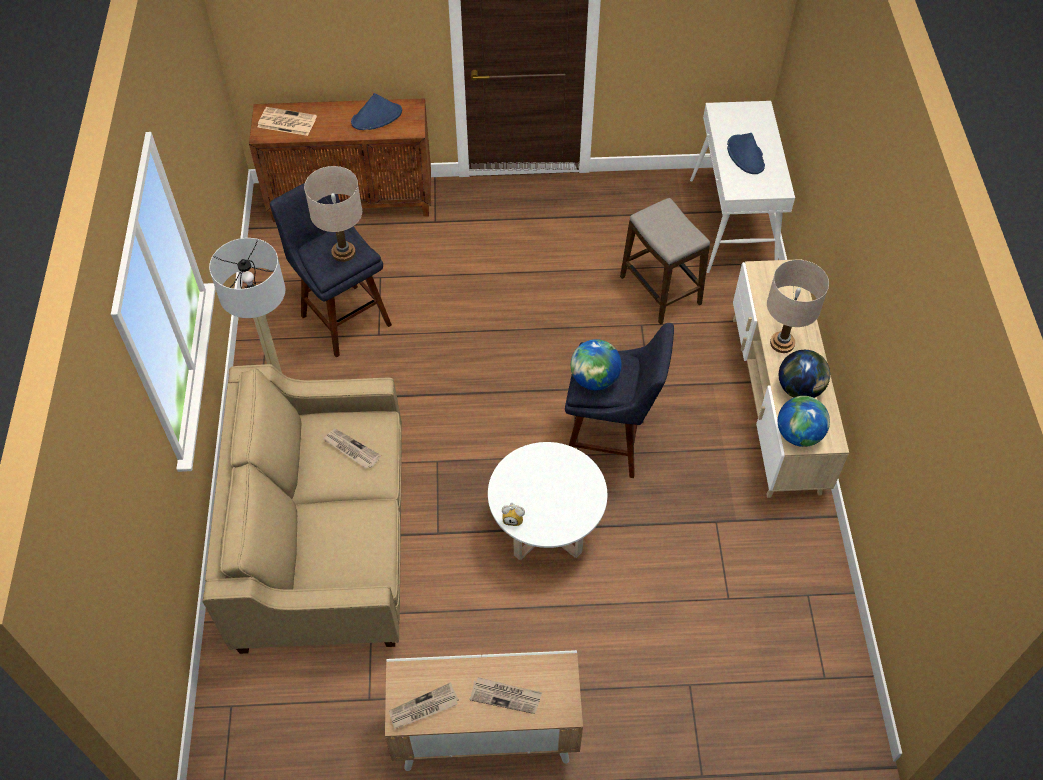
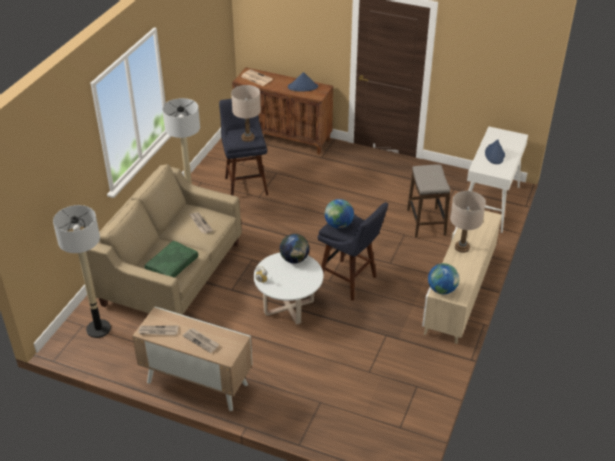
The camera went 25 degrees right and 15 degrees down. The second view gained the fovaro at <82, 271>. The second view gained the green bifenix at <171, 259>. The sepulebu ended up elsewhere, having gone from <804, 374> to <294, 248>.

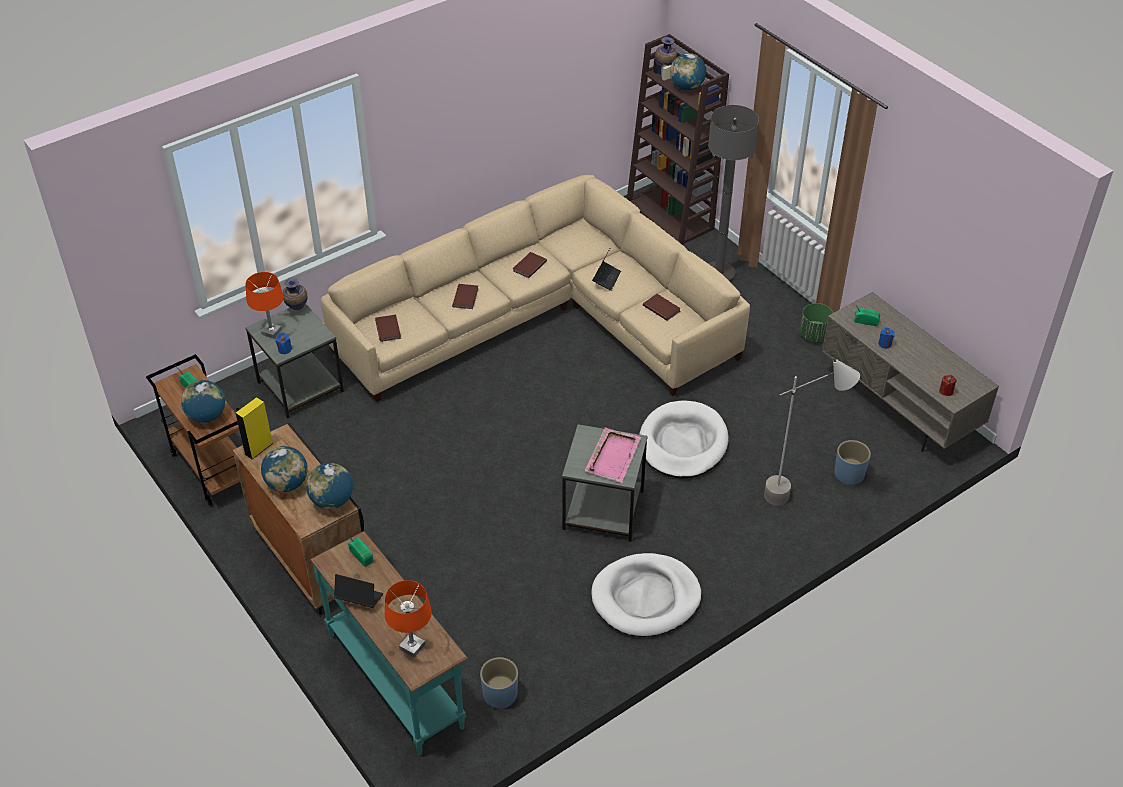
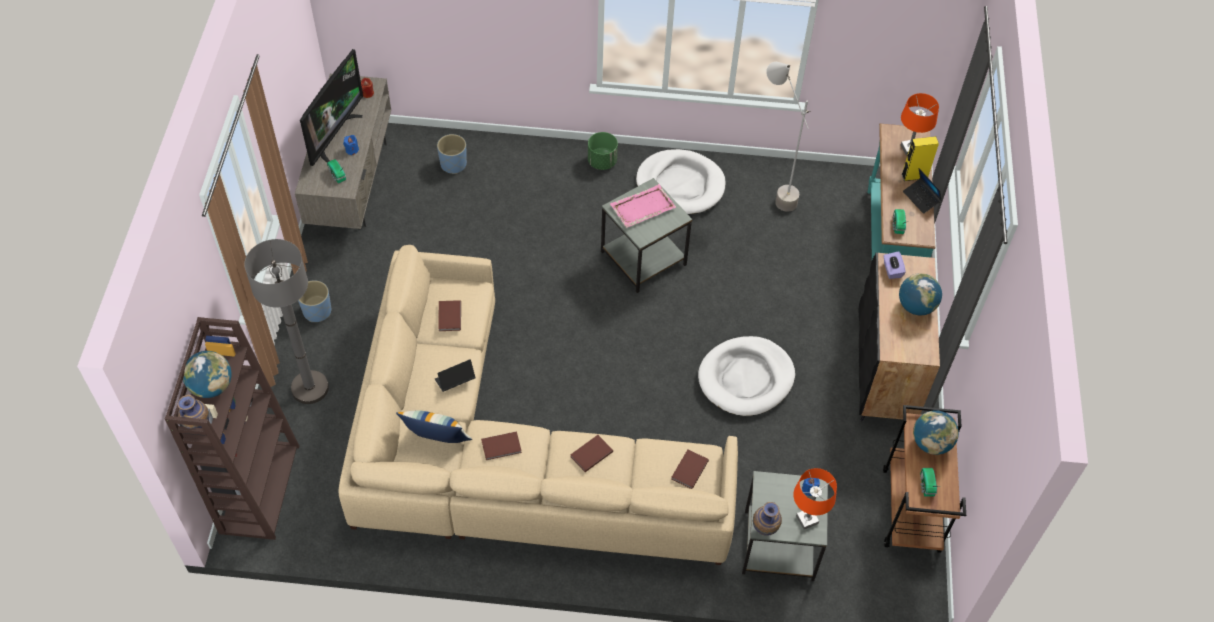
The camera went 140 degrees left and 10 degrees up. The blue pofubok ended up elsewhere, having gone from <499, 683> to <314, 301>. The second view gained the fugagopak at <331, 107>. The second view gained the bifenix at <434, 427>. The green pofubok ended up elsewhere, having gone from <816, 322> to <603, 151>. The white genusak ended up elsewhere, having gone from <684, 439> to <746, 376>. The grey fovaro ended up elsewhere, having gone from <812, 432> to <788, 137>. Where the sepulebu stood at <329, 486>, the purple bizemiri came to stand at <894, 265>. The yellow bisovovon ended up elsewhere, having gone from <254, 428> to <920, 158>.

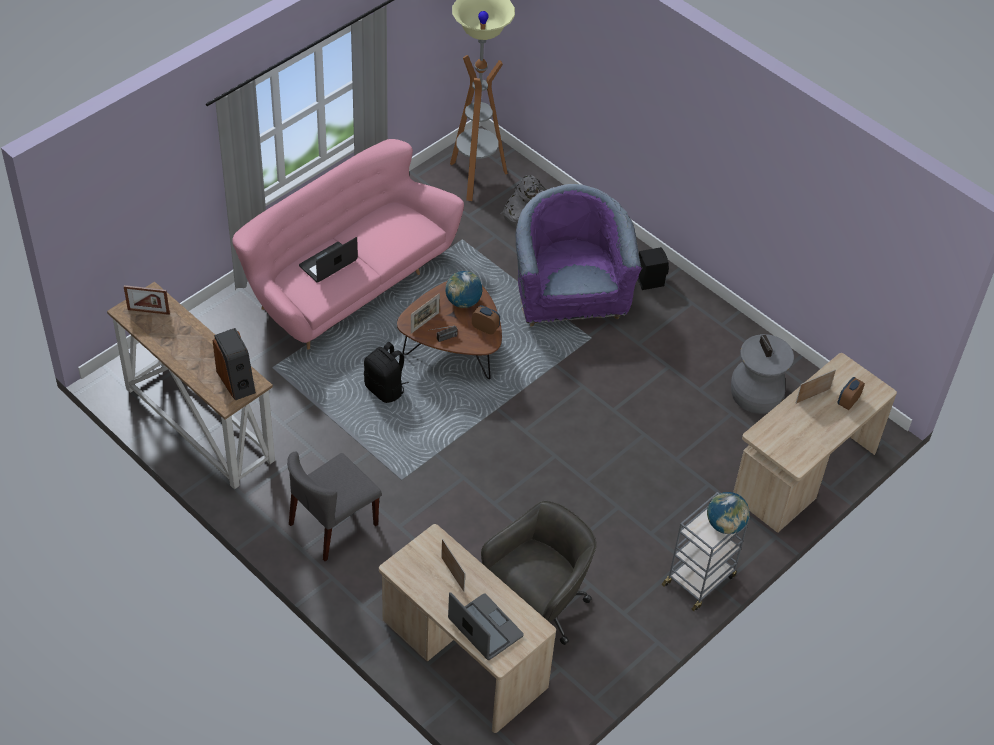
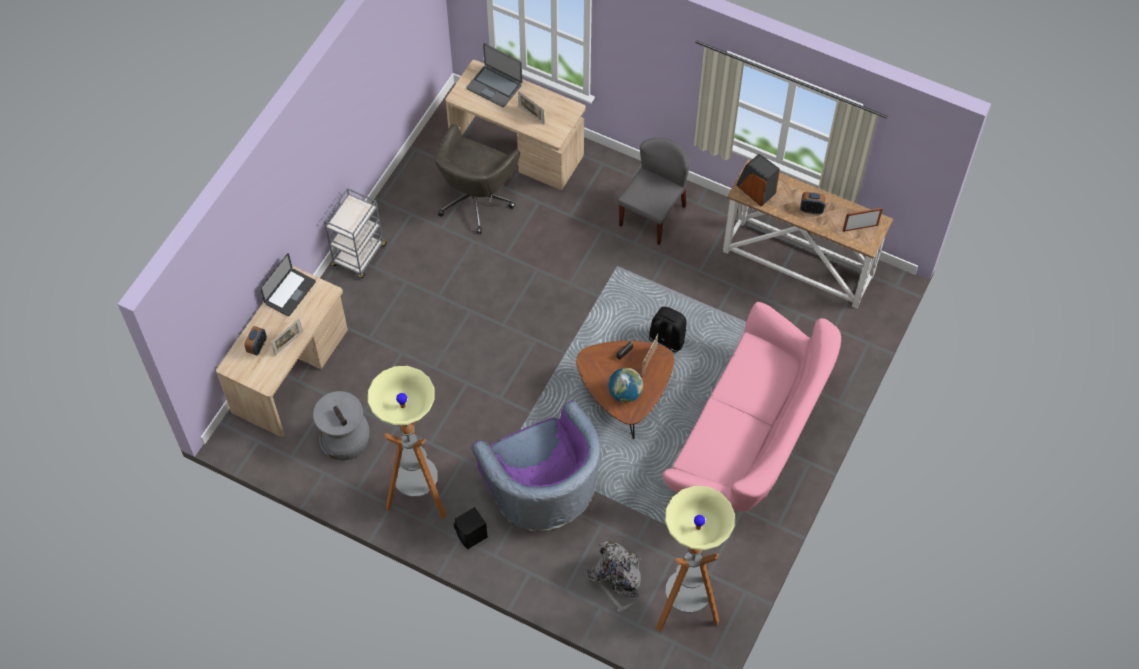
The camera went 165 degrees right and 10 degrees up. The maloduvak ended up elsewhere, having gone from <328, 260> to <288, 284>. The second view gained the fovaro at <407, 442>. The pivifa ended up elsewhere, having gone from <486, 320> to <813, 203>. The second view lost the sepulebu at <728, 513>.

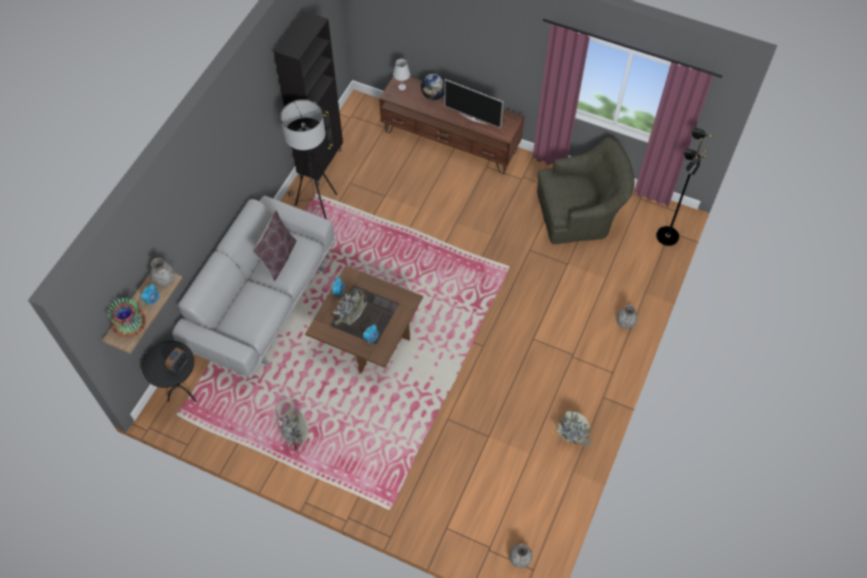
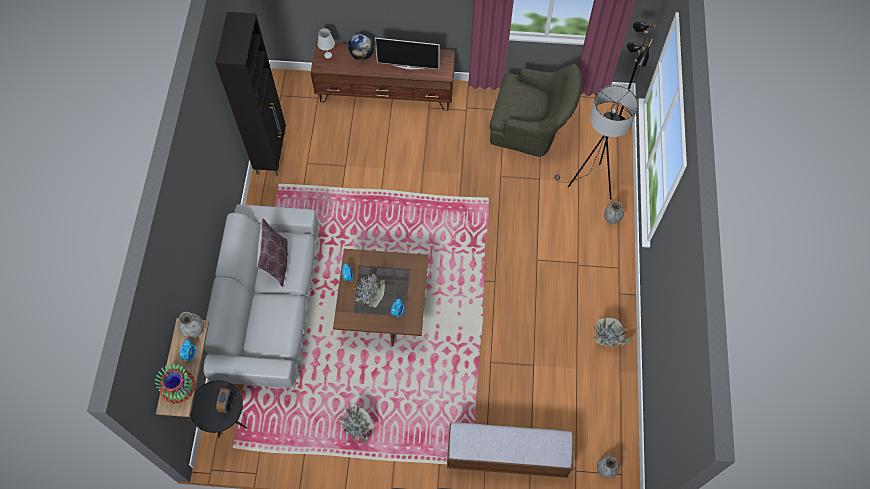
The camera went 20 degrees left and 5 degrees up. The second view gained the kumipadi at <510, 450>. The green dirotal at <586, 190> ended up facing another way, 45 degrees clockwise from before. The grey fovaro ended up elsewhere, having gone from <308, 159> to <596, 142>.

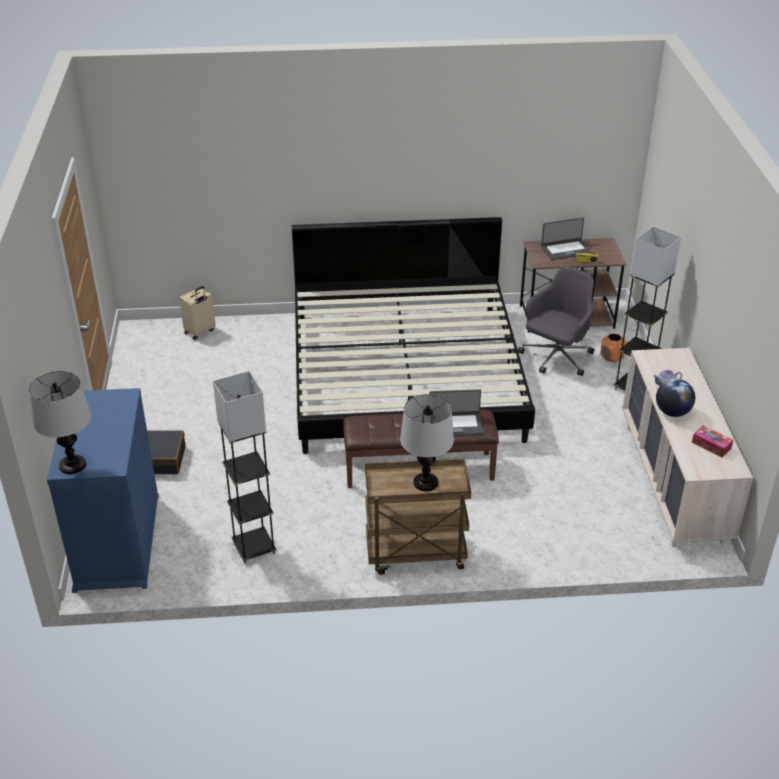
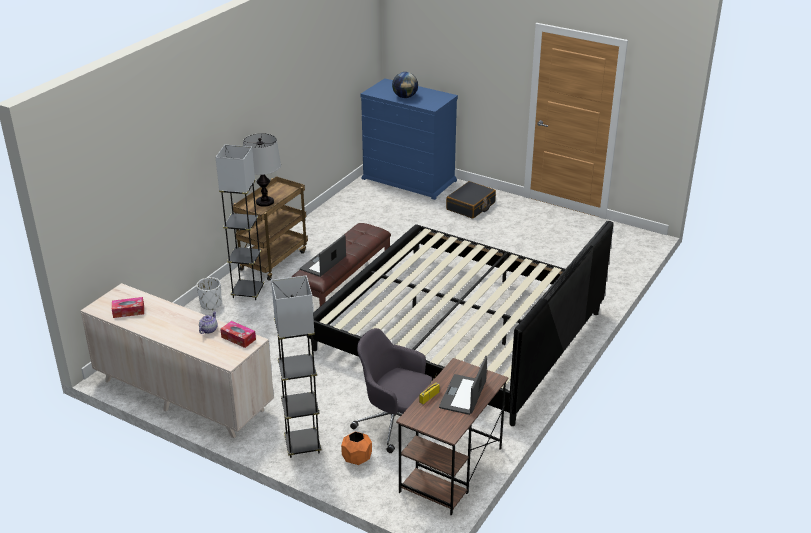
The camera went 125 degrees right and 5 degrees down. The second view gained the white pofubok at <209, 293>. The grey fovaro ended up elsewhere, having gone from <245, 467> to <240, 222>. The second view gained the bizemiri at <238, 334>. The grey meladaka at <556, 321> ended up facing another way, 135 degrees clockwise from before. The sepulebu ended up elsewhere, having gone from <675, 398> to <405, 85>. The second view lost the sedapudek at <60, 422>. The second view lost the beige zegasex at <197, 313>.

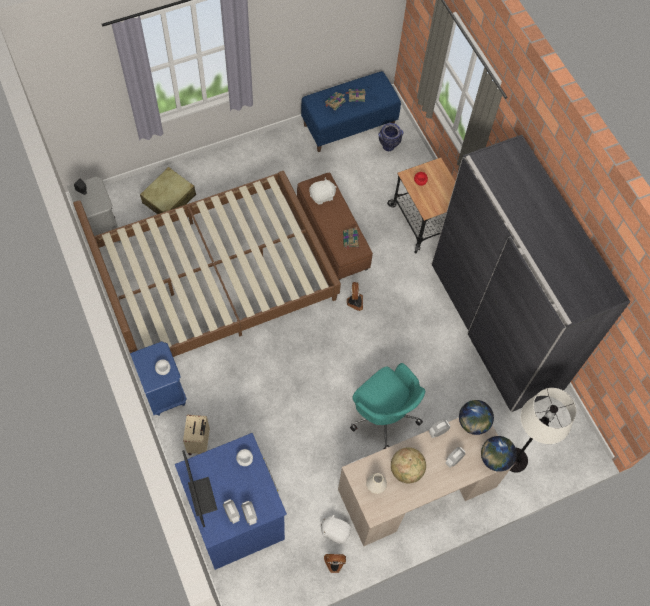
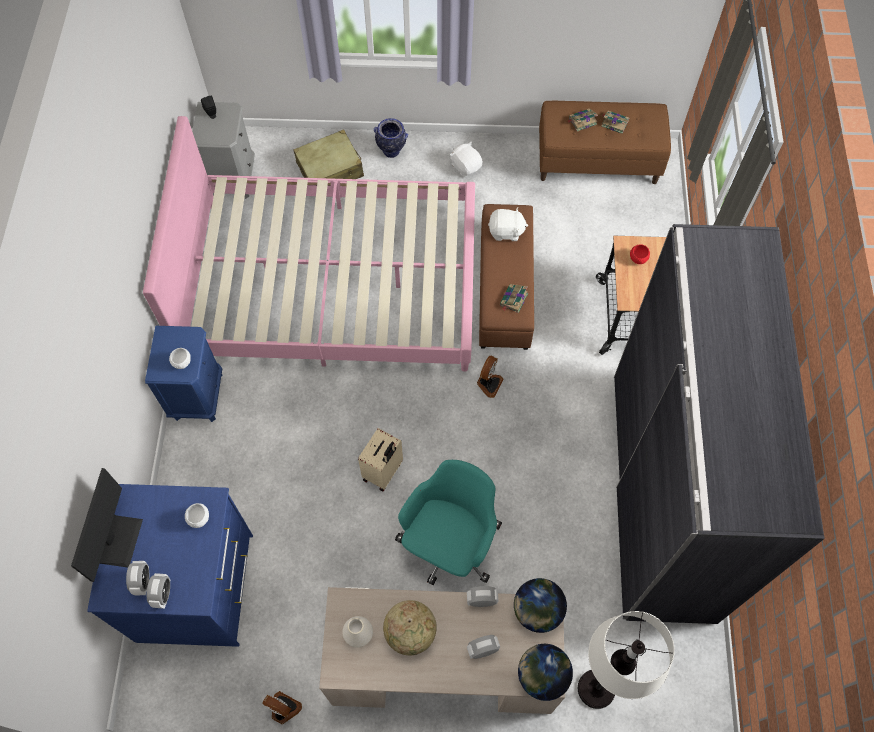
The camera went 30 degrees right and 0 degrees up. What was the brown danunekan at <207, 264> turned into the pink danunekan at <309, 244>. The beige zegasex ended up elsewhere, having gone from <196, 434> to <380, 459>. The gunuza ended up elsewhere, having gone from <391, 137> to <391, 138>. The turquoise meladaka at <387, 406> ended up facing another way, 135 degrees counterclockwise from before. The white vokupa ended up elsewhere, having gone from <335, 528> to <466, 159>. What was the blue kumipadi at <351, 111> turned into the brown kumipadi at <605, 142>.

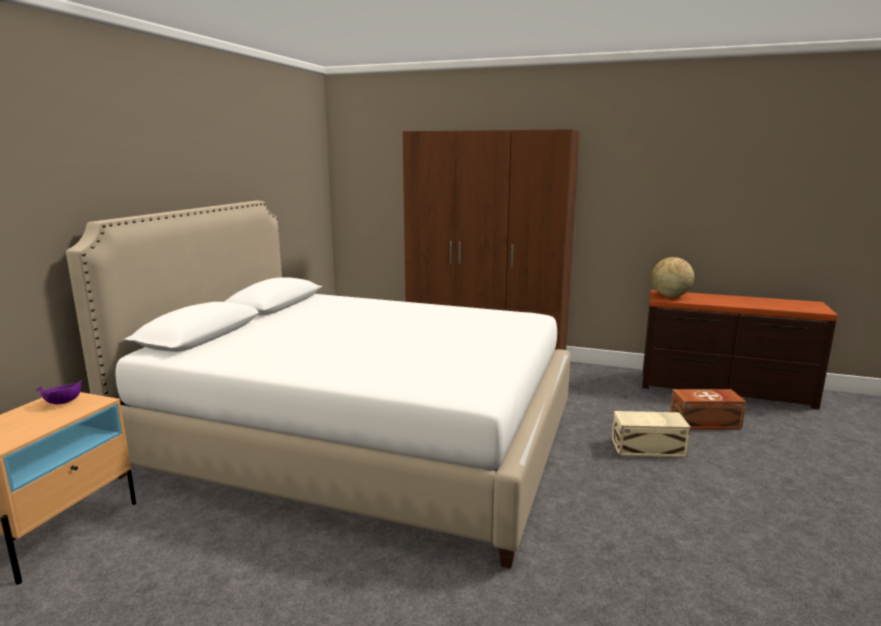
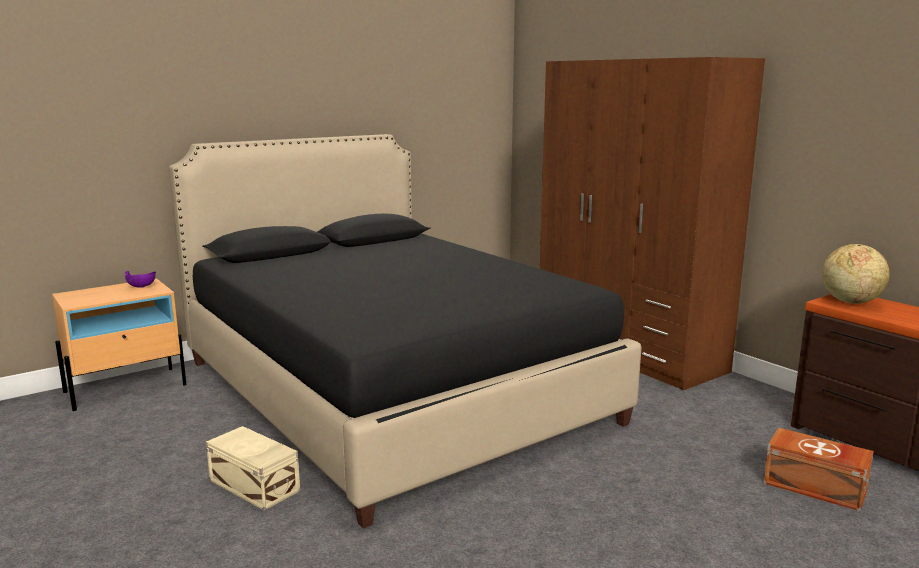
The camera went 35 degrees right and 0 degrees up. What was the white danunekan at <318, 385> turned into the black danunekan at <405, 331>. The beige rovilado ended up elsewhere, having gone from <651, 434> to <253, 468>.

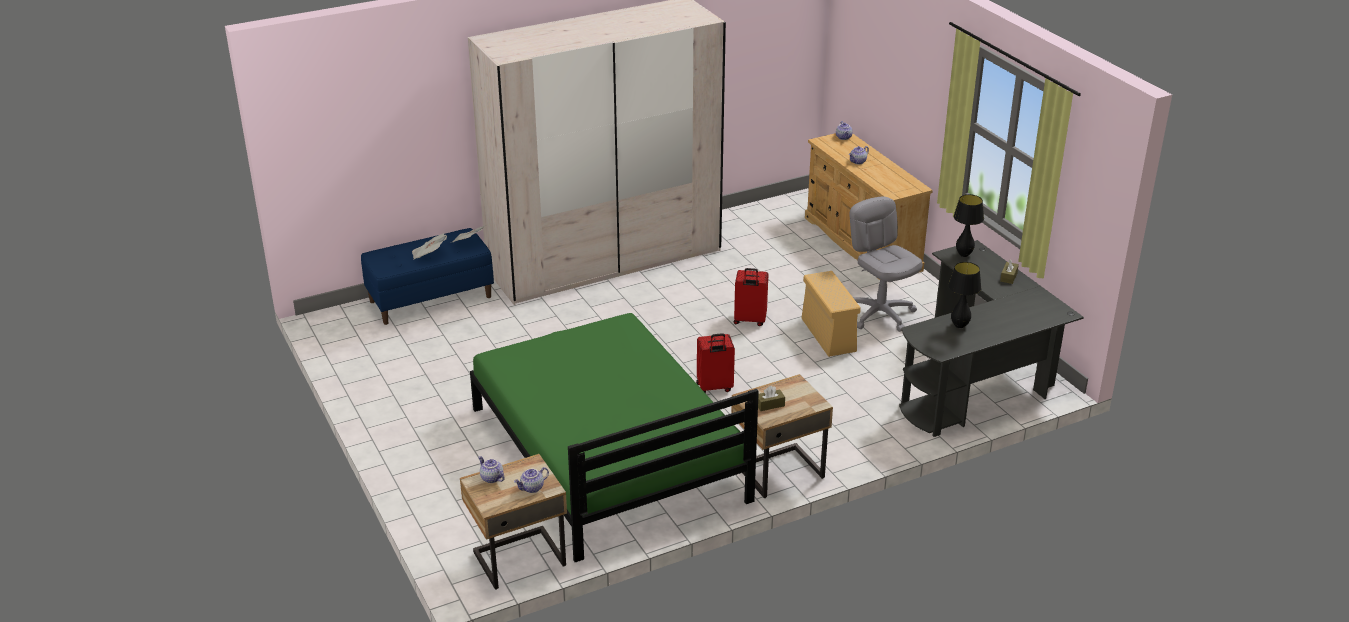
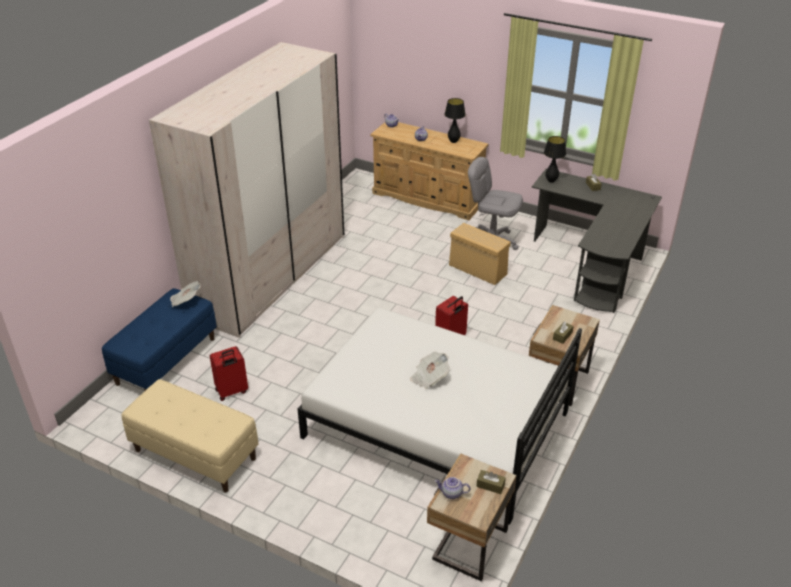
The camera went 35 degrees left and 5 degrees up. The second view gained the beige kumipadi at <190, 436>. The red zegasex ended up elsewhere, having gone from <751, 297> to <229, 373>. What was the green danunekan at <614, 437> turned into the white danunekan at <440, 416>. The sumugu ended up elsewhere, having gone from <429, 246> to <430, 370>. The black sedapudek ended up elsewhere, having gone from <964, 295> to <455, 120>. Where the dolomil stood at <531, 480>, the brown bizemiri came to stand at <491, 482>.

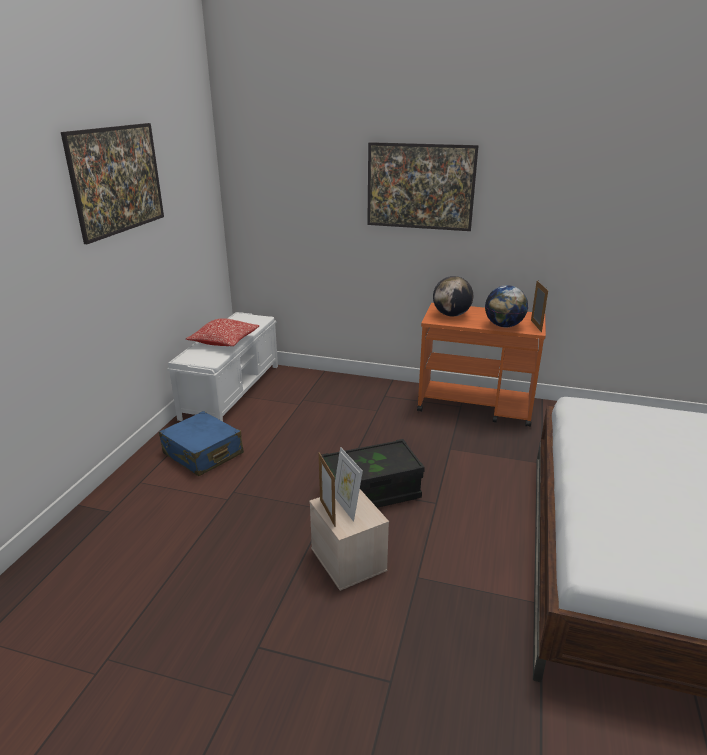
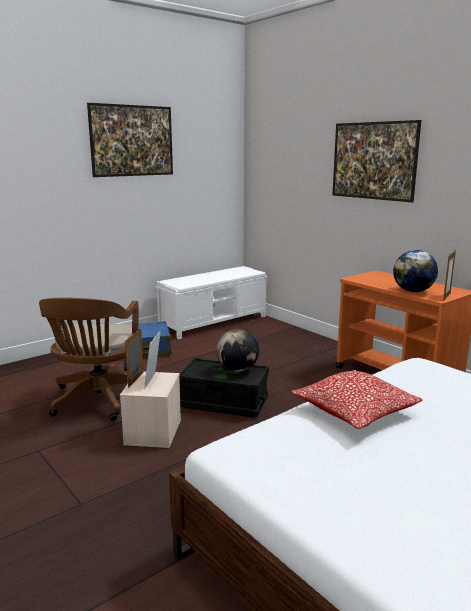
The camera went 35 degrees right and 10 degrees down. The second view gained the brown meladaka at <90, 359>. The sepulebu ended up elsewhere, having gone from <453, 296> to <238, 350>. The bifenix ended up elsewhere, having gone from <223, 332> to <357, 399>.

